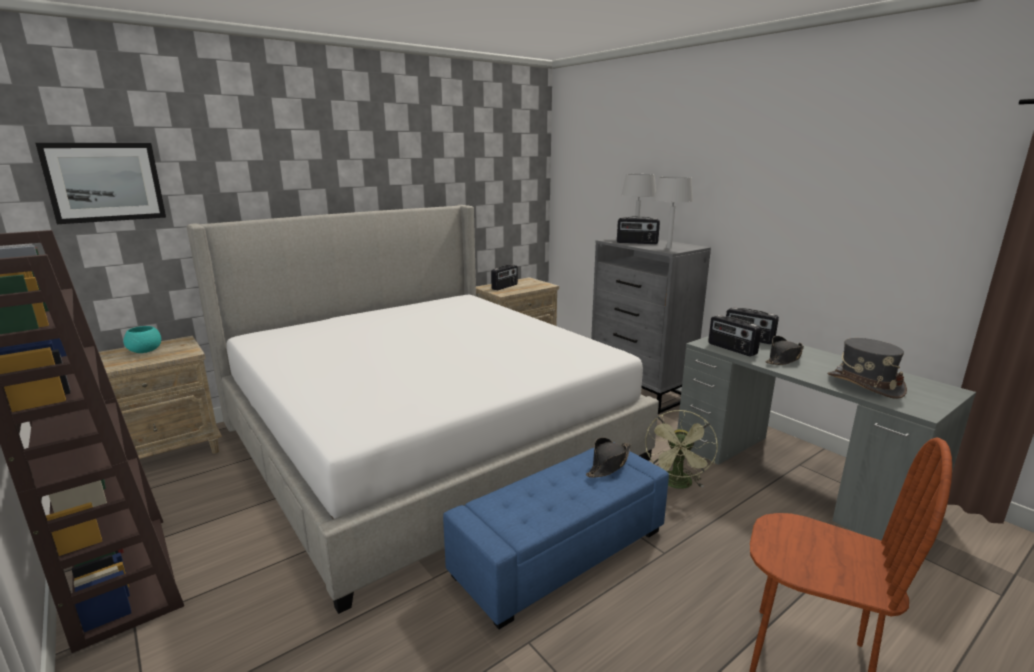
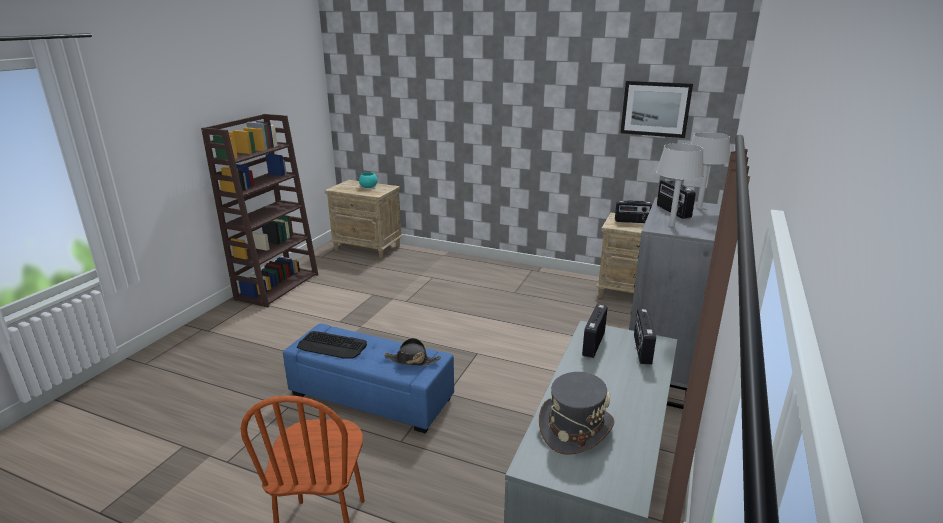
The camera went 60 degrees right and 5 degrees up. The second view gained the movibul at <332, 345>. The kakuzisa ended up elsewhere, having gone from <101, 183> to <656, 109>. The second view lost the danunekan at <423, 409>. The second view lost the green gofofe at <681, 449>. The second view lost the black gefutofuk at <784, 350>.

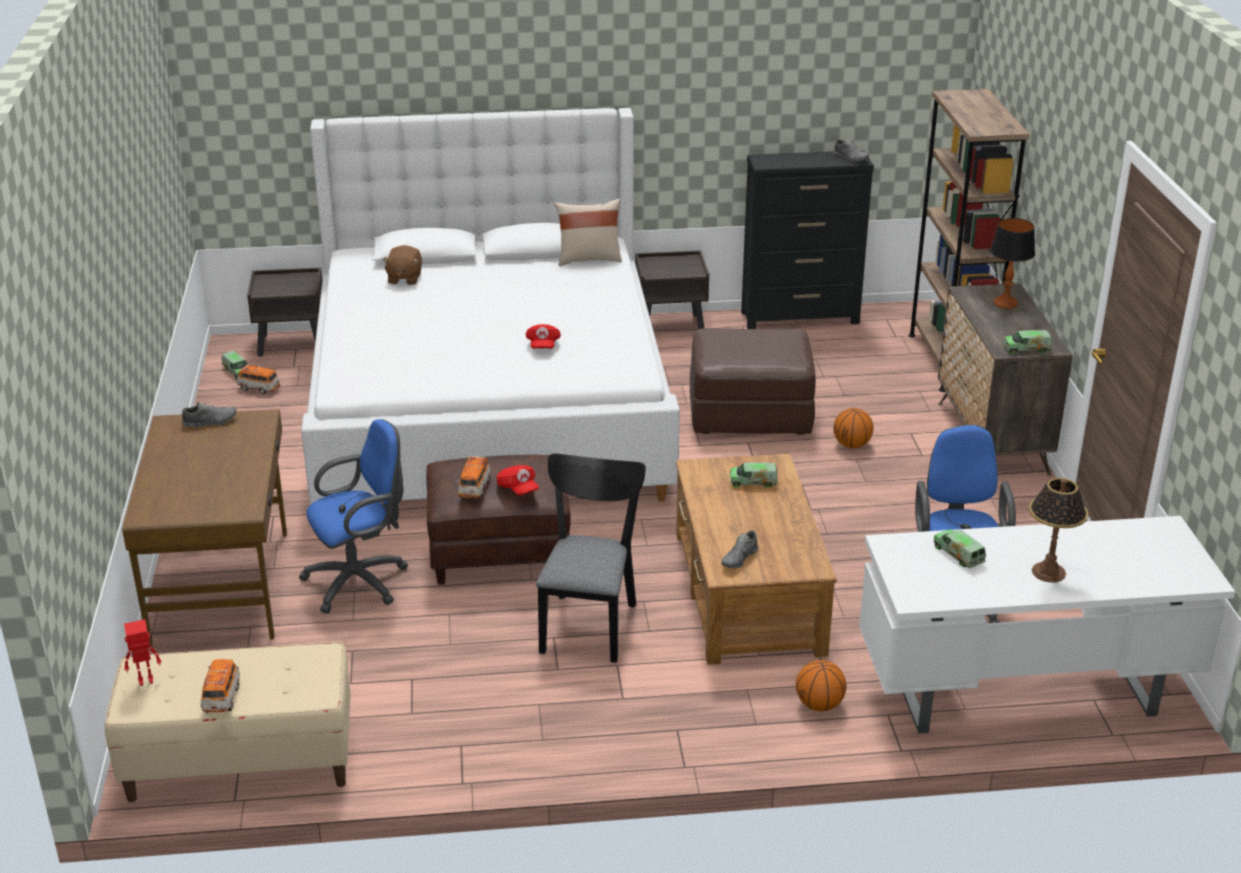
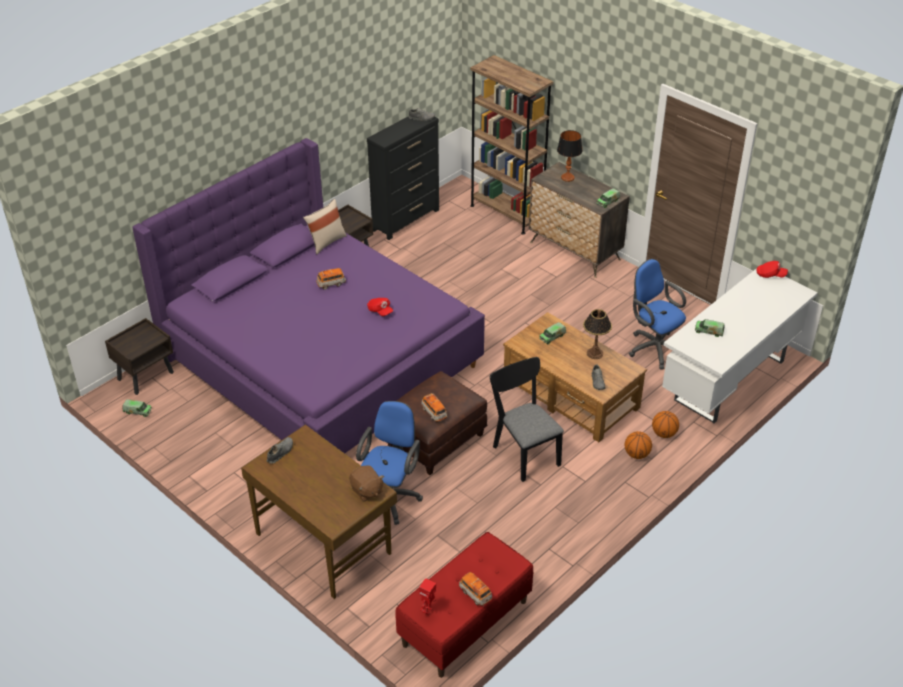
The camera went 40 degrees left and 10 degrees up. What was the white danunekan at <490, 306> turned into the purple danunekan at <308, 295>. The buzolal ended up elsewhere, having gone from <258, 379> to <331, 279>. The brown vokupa ended up elsewhere, having gone from <402, 265> to <366, 483>. What was the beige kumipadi at <228, 722> turned into the red kumipadi at <464, 605>. The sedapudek ended up elsewhere, having gone from <1058, 530> to <597, 334>. The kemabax ended up elsewhere, having gone from <853, 428> to <638, 445>. The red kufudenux ended up elsewhere, having gone from <518, 480> to <772, 269>. The second view lost the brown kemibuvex at <753, 381>.

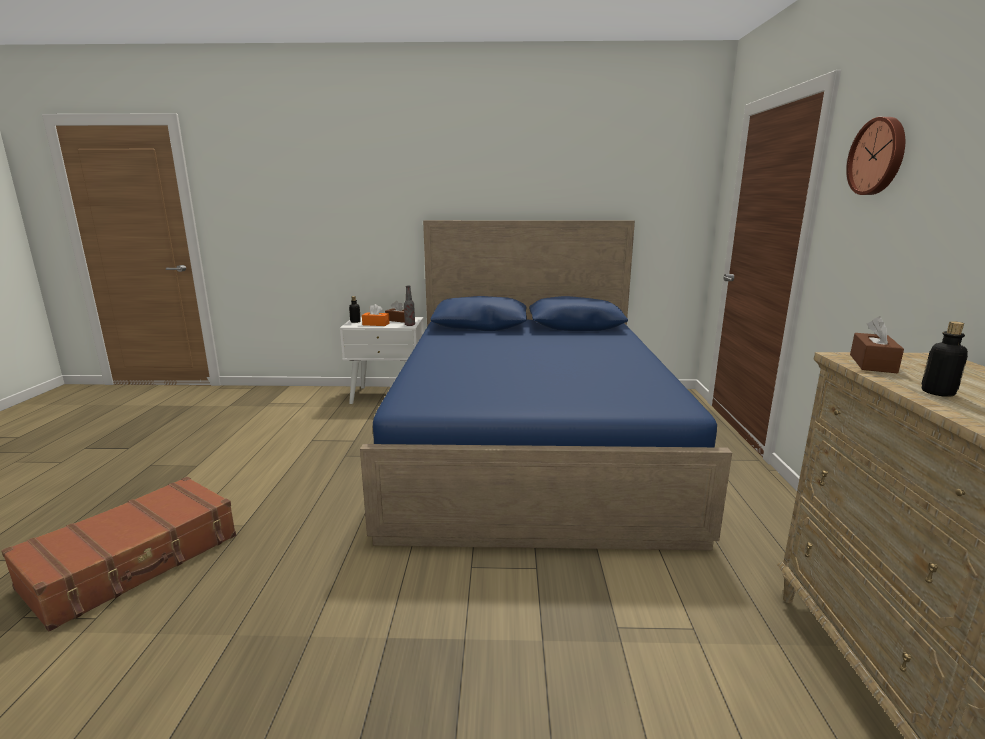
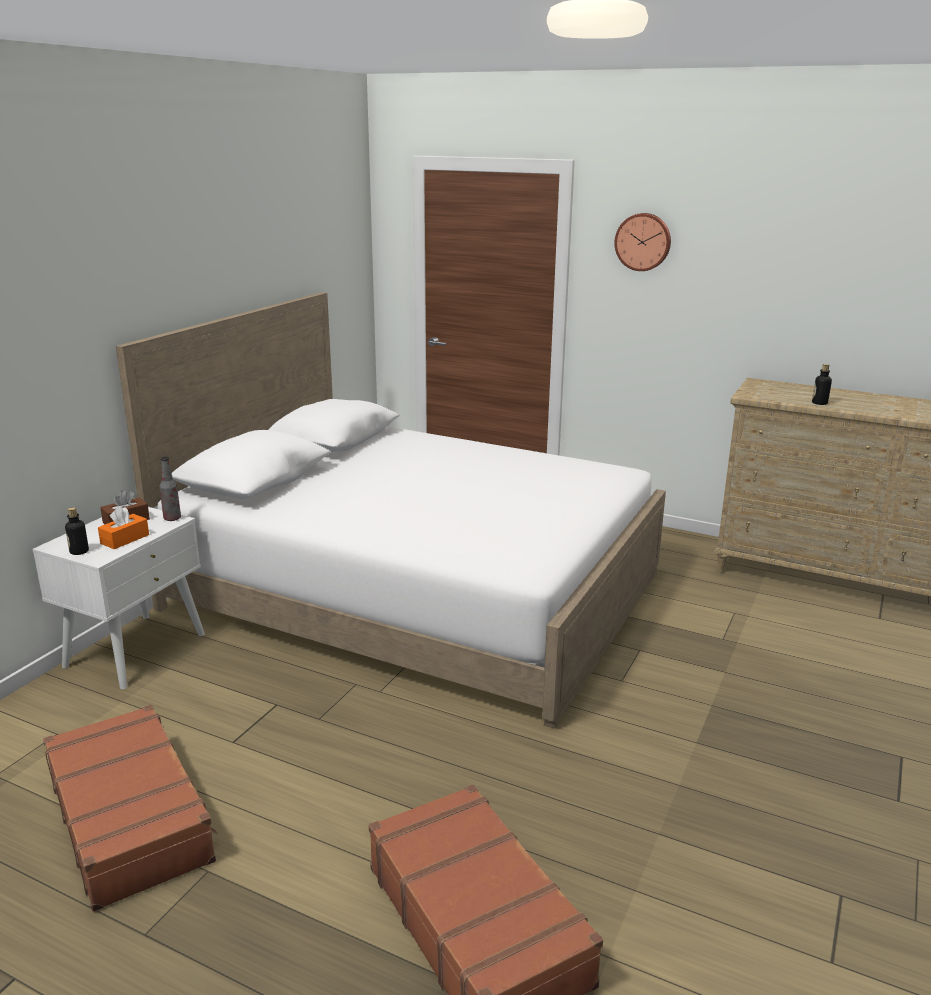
The camera went 65 degrees left and 5 degrees up. The second view gained the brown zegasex at <130, 808>. What was the blue danunekan at <546, 385> turned into the white danunekan at <391, 510>. The second view lost the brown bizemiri at <877, 344>.

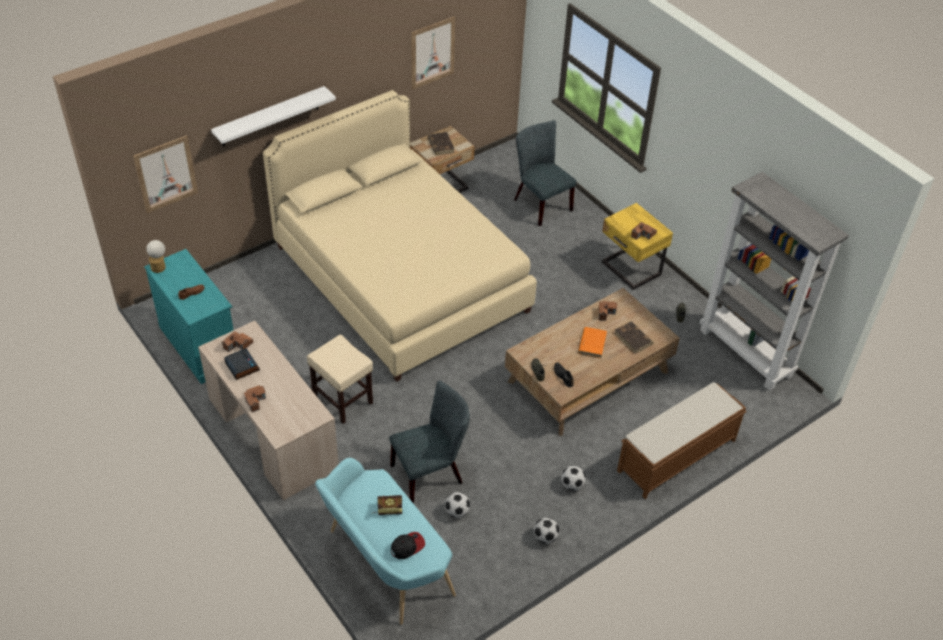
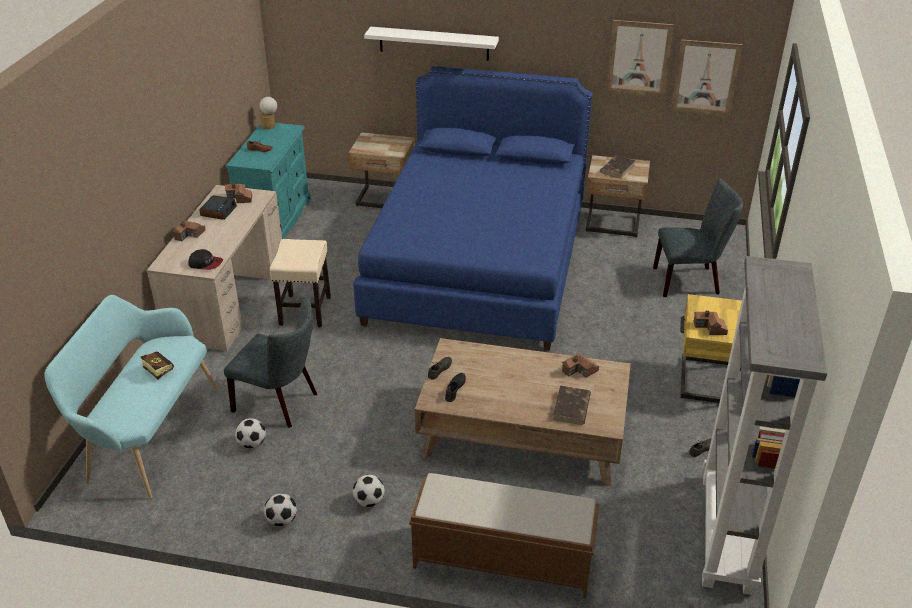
The camera went 50 degrees right and 10 degrees down. The kufudenux ended up elsewhere, having gone from <408, 545> to <205, 259>. The second view gained the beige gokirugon at <381, 170>. What was the beige danunekan at <400, 236> turned into the blue danunekan at <473, 208>. The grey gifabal at <545, 173> ended up facing another way, 75 degrees clockwise from before. The kakuzisa ended up elsewhere, having gone from <165, 174> to <707, 77>. The second view lost the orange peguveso at <592, 342>.

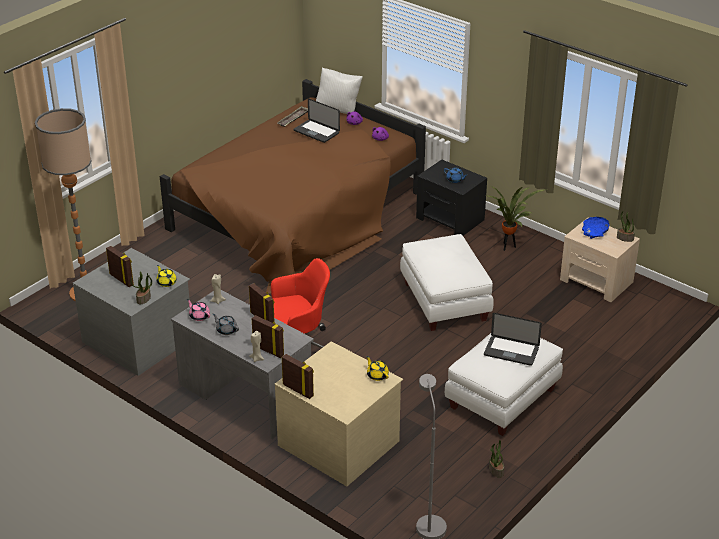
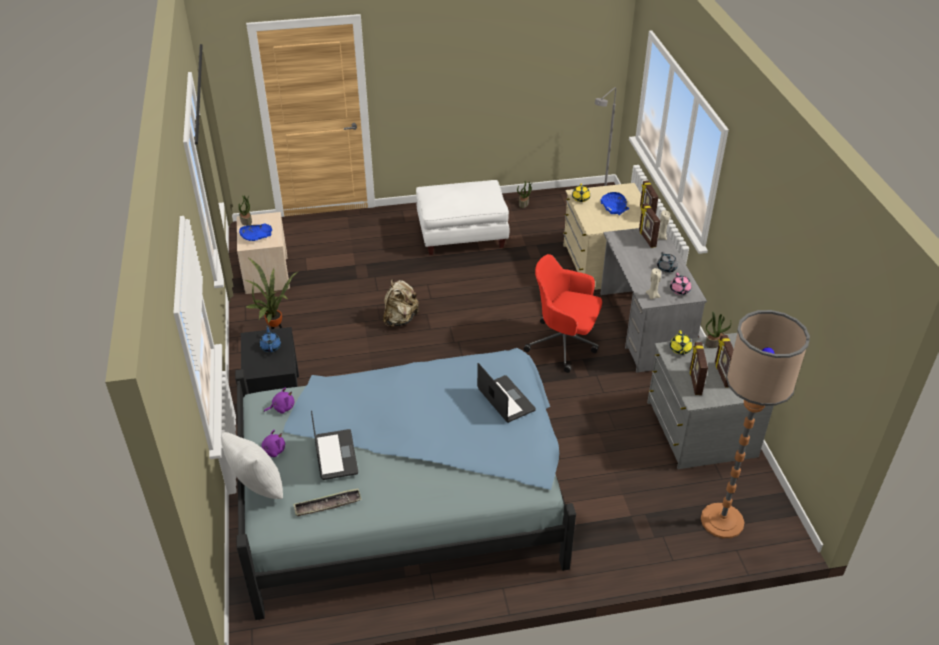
The camera went 140 degrees left and 5 degrees up. What was the brown danunekan at <293, 186> turned into the blue danunekan at <405, 484>. Where the white kemibuvex stood at <447, 282>, the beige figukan came to stand at <401, 303>. The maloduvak ended up elsewhere, having gone from <513, 339> to <506, 393>. The second view gained the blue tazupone at <614, 203>. The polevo ended up elsewhere, having gone from <262, 303> to <699, 368>.

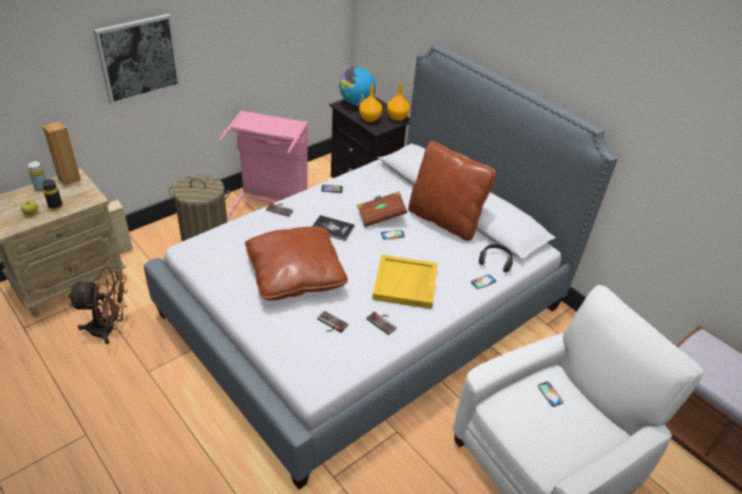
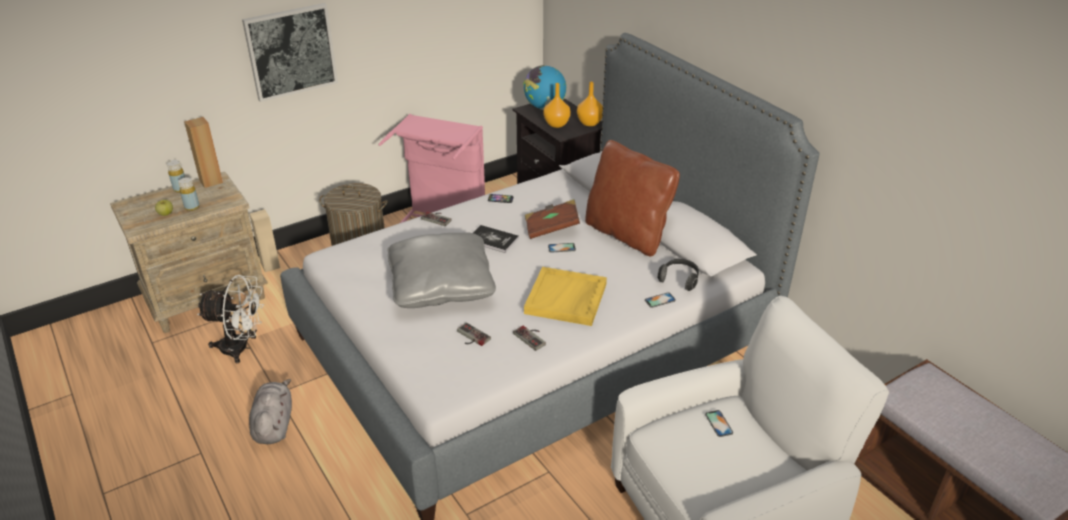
The camera went 10 degrees right and 5 degrees down. What was the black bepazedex at <52, 194> turned into the yellow bepazedex at <189, 194>. What was the brown gofofe at <98, 305> turned into the white gofofe at <230, 319>. The second view gained the grey vokupa at <270, 411>. What was the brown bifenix at <296, 263> turned into the grey bifenix at <441, 270>.

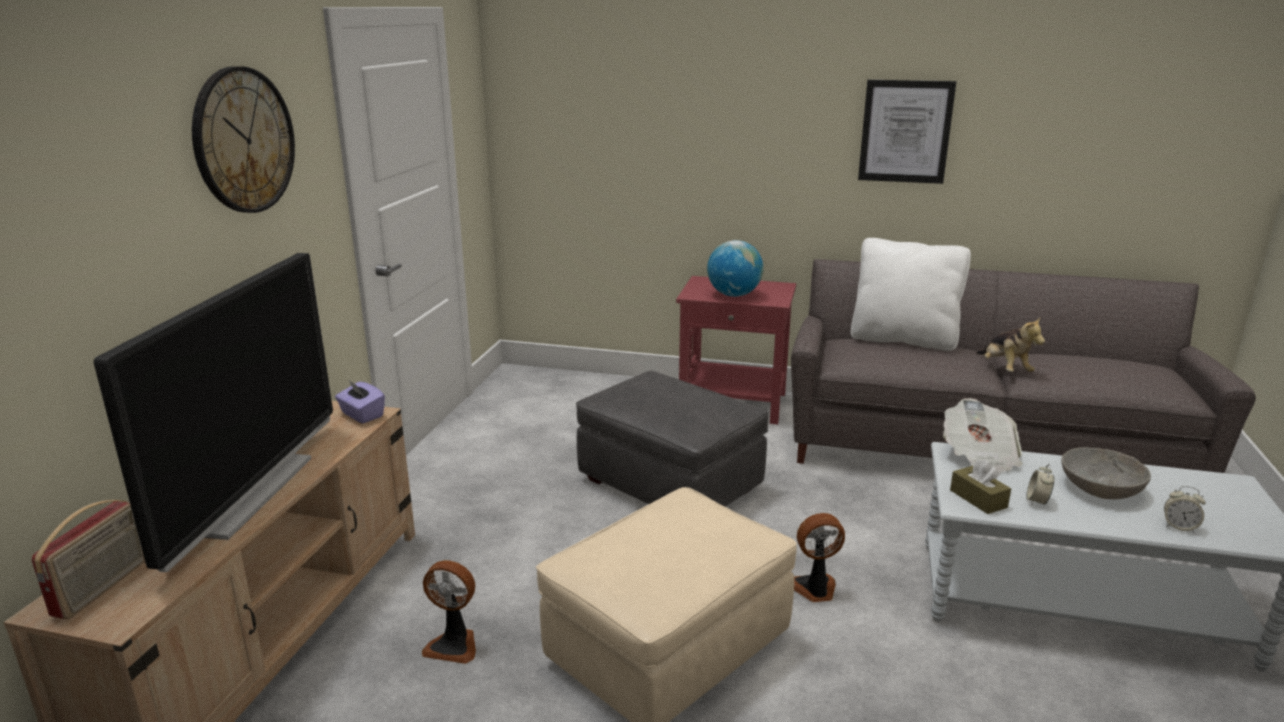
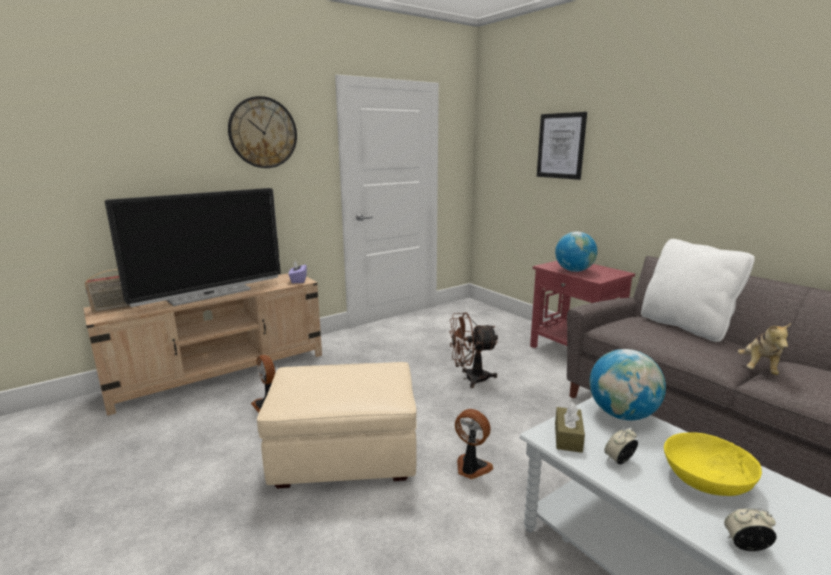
The camera went 40 degrees right and 5 degrees down. Where the grey kemibuvex stood at <672, 438>, the brown gofofe came to stand at <473, 350>. The kakuzisa ended up elsewhere, having gone from <907, 132> to <562, 146>. Where the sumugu stood at <982, 435>, the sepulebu came to stand at <628, 384>. What was the grey tazupone at <1106, 473> turned into the yellow tazupone at <713, 464>. The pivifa at <1185, 509> ended up facing another way, 120 degrees clockwise from before.

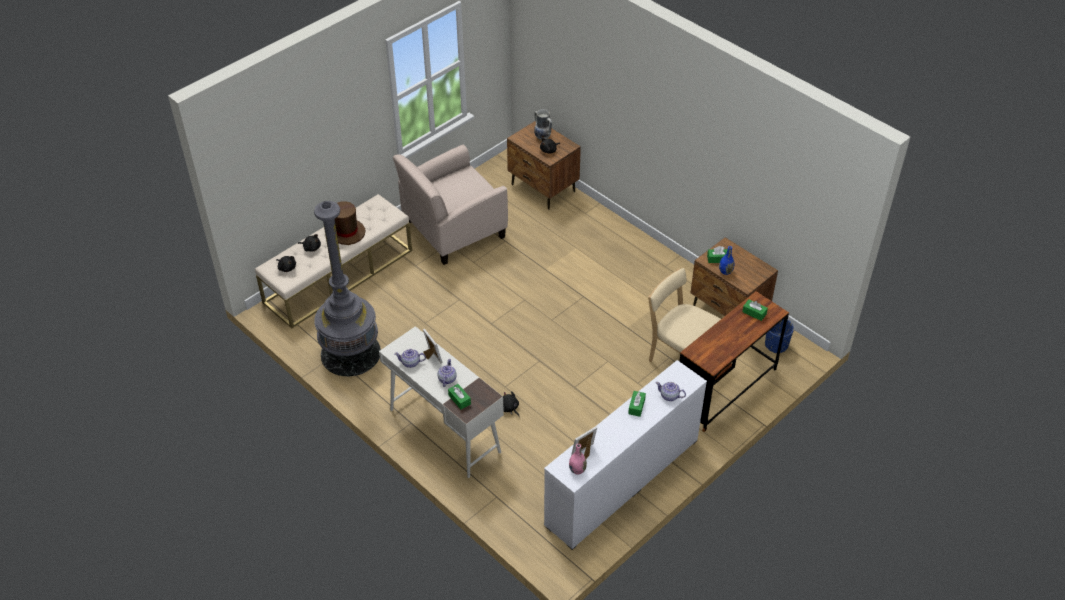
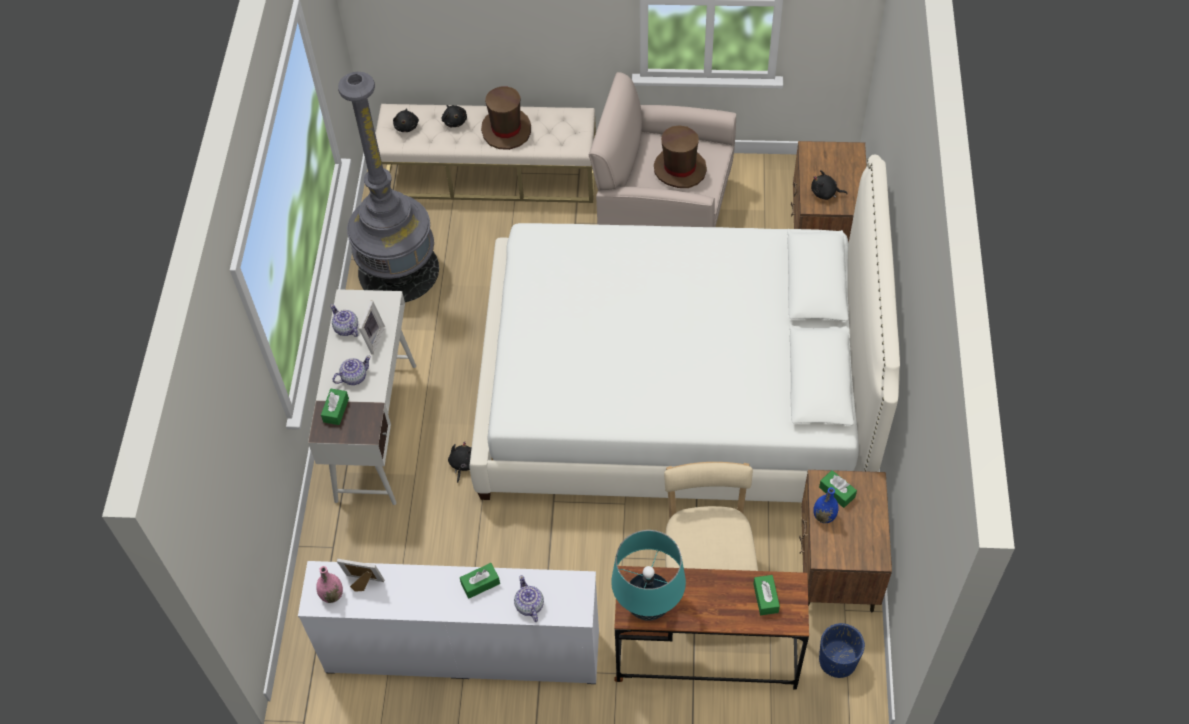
The camera went 50 degrees right and 10 degrees up. The second view gained the white danunekan at <684, 328>. The second view gained the turquoise sedapudek at <648, 575>. The second view gained the brown gefutofuk at <680, 156>. The second view lost the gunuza at <543, 125>.

